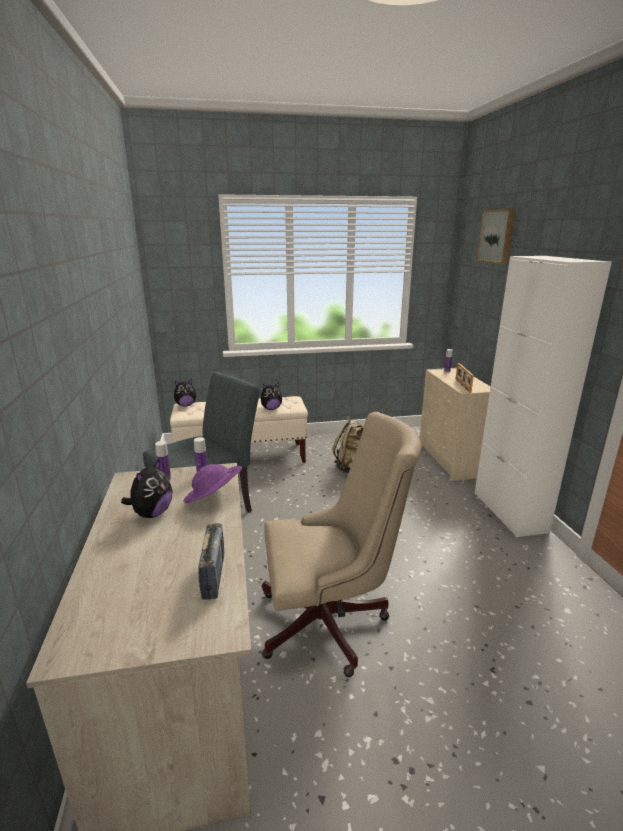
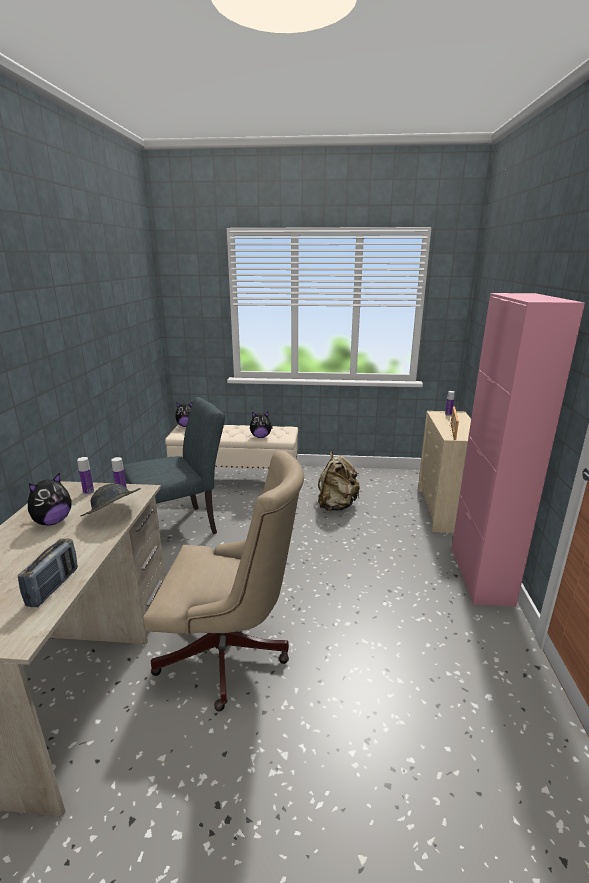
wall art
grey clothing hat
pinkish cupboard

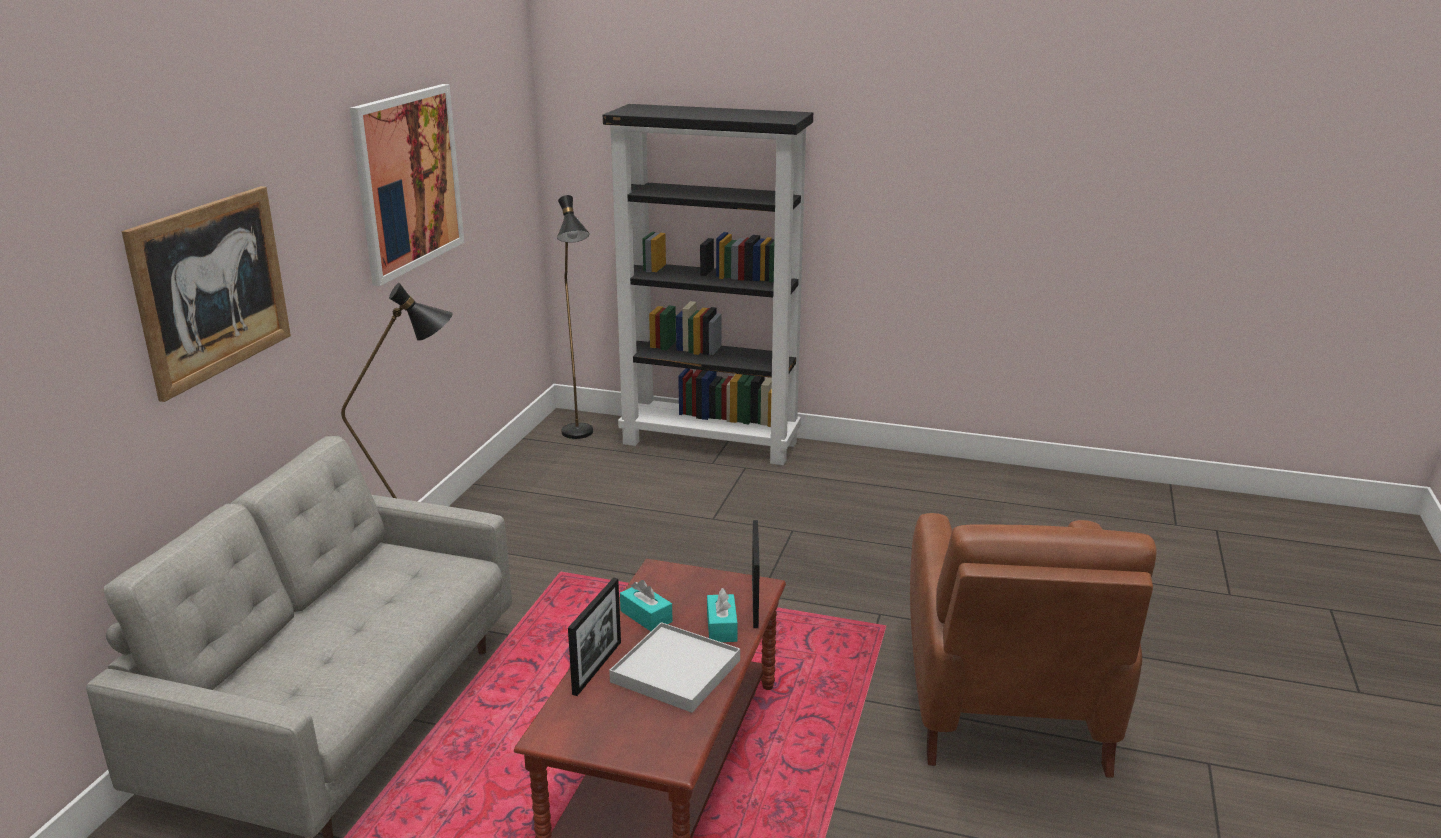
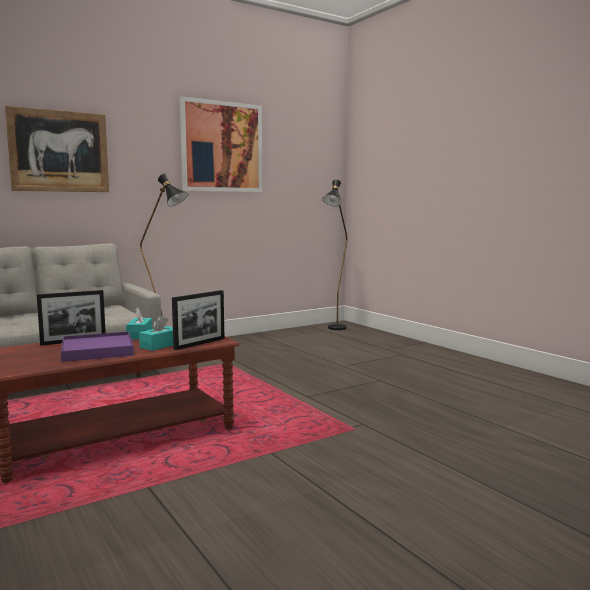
black-coloured bookshelf
brown lounge chair
purplish tray

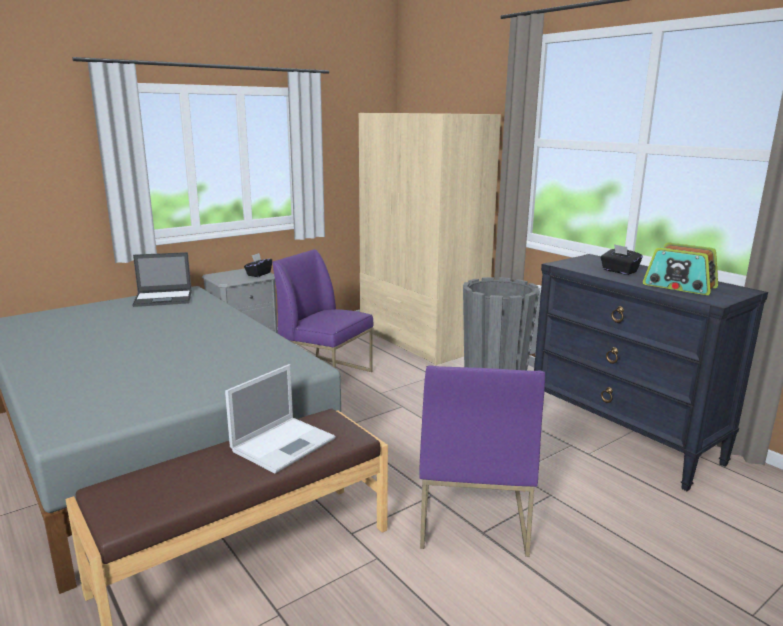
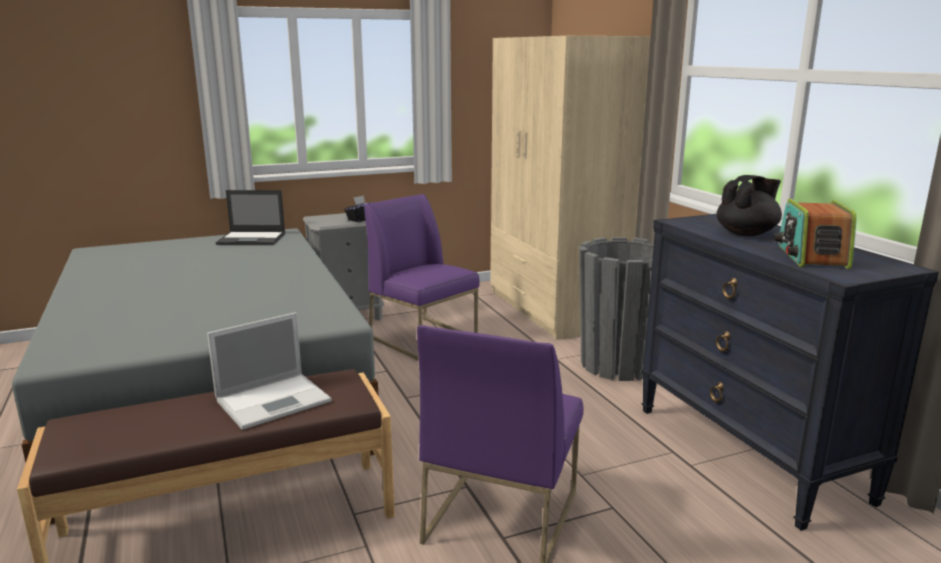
black-coloured pot for tea
radio

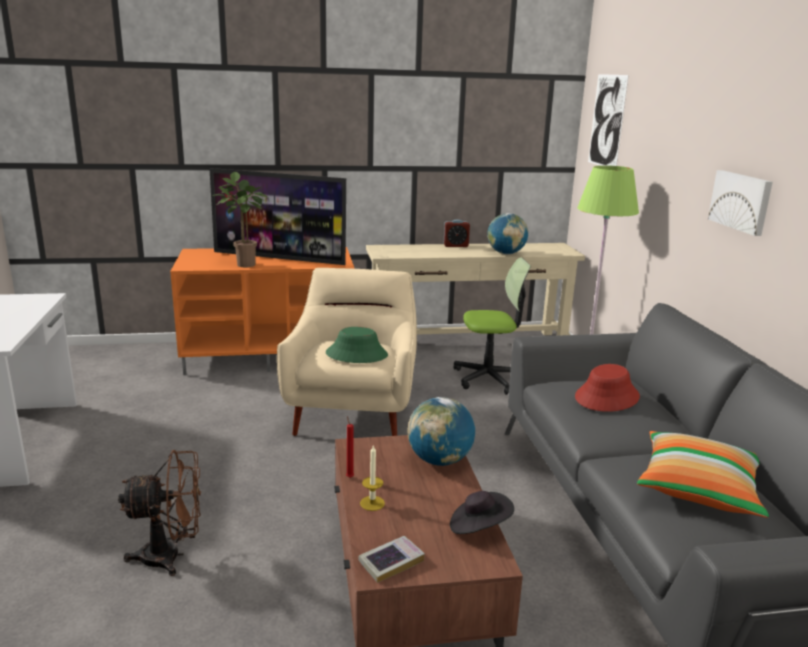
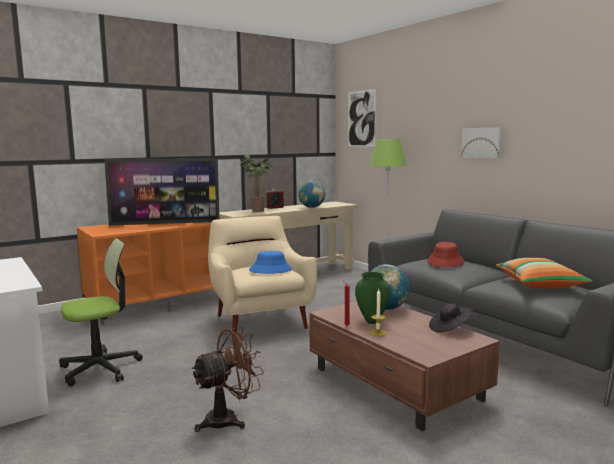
bound book
greenish flower vase
houseplant
computer chair
bluish clothing hat

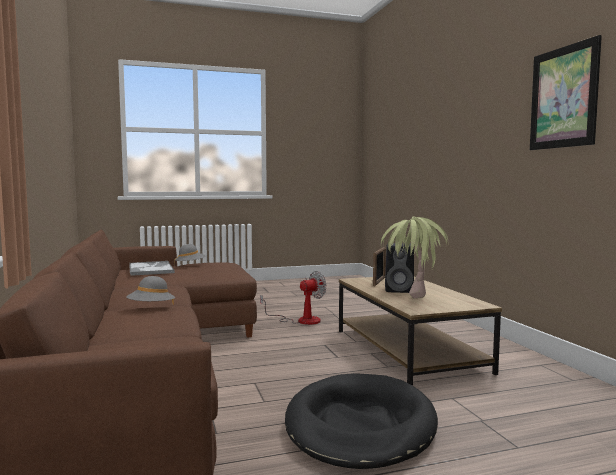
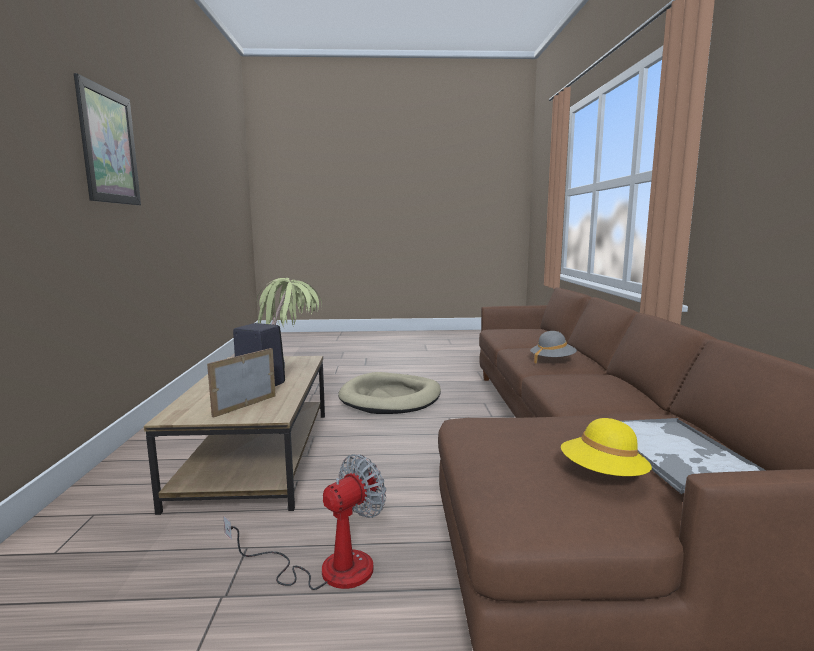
yellowish clothing hat
beige-coloured dog bed
cooling fan

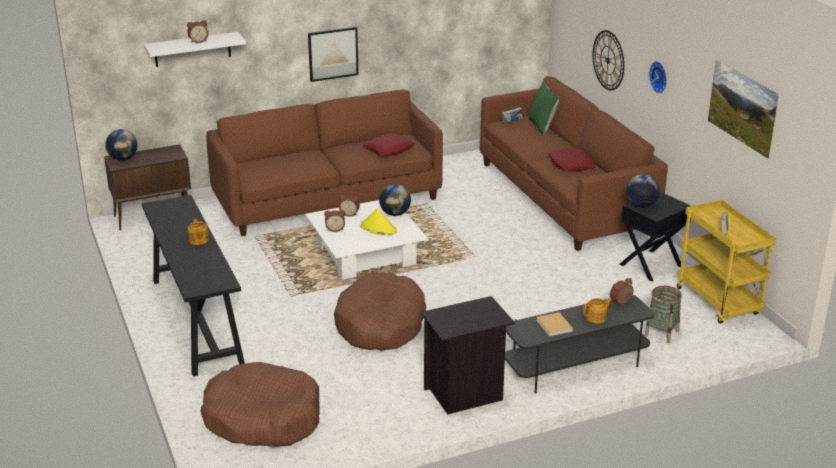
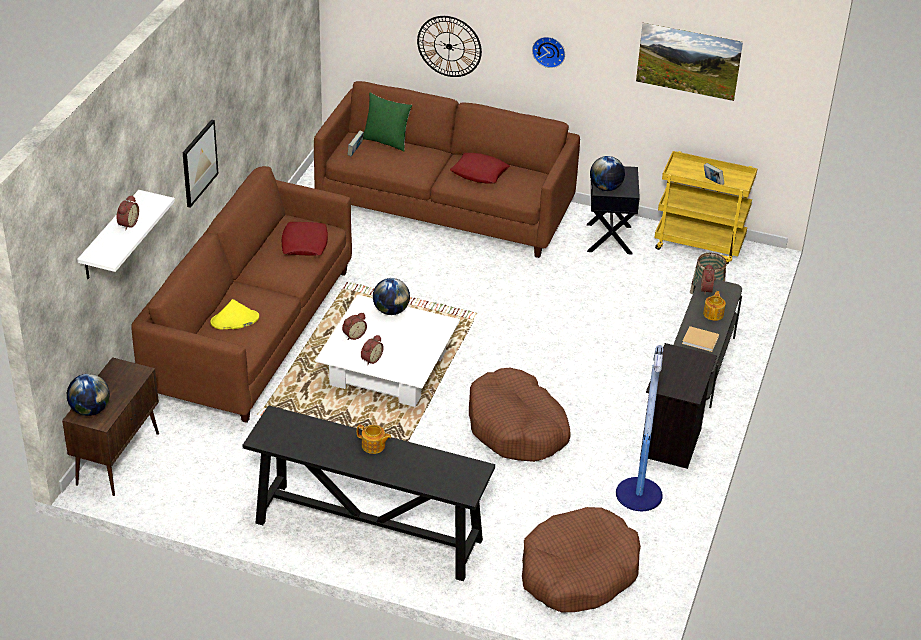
standing lamp
yellowish clothing hat

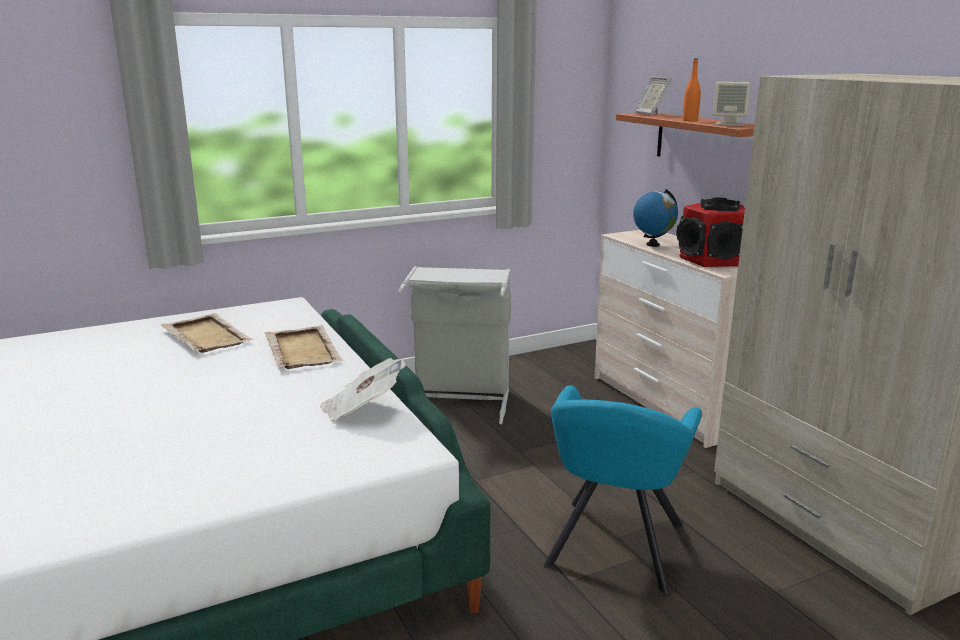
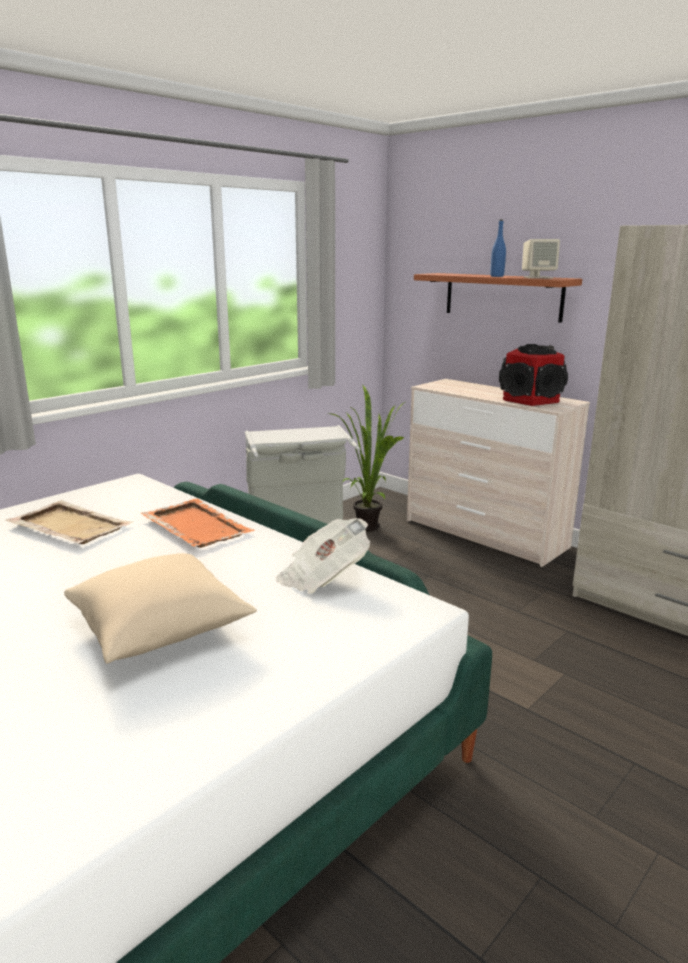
blue-green lounge chair
world globe
picture frame
beige-coloured cushion
houseplant
orangey tray
bluish bottle

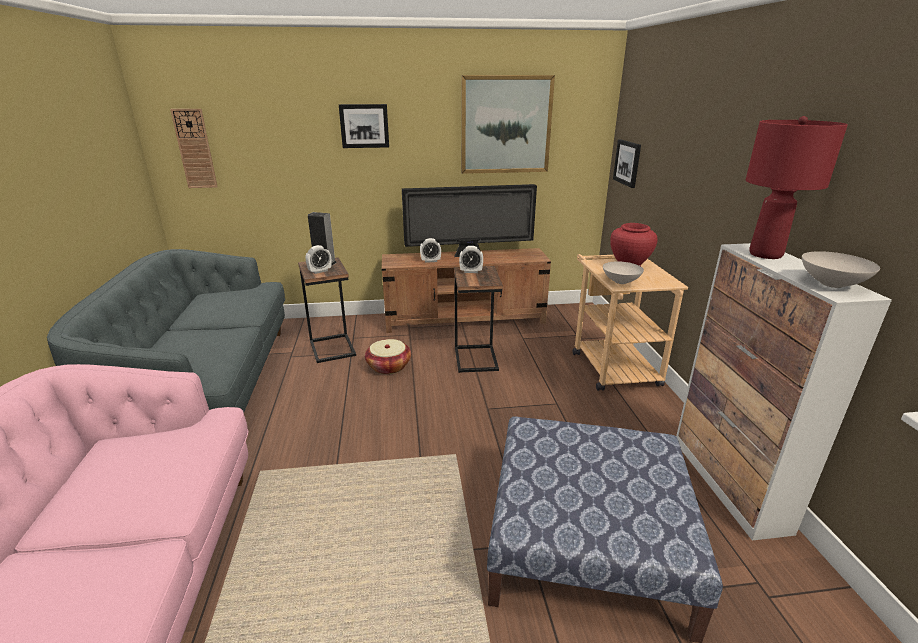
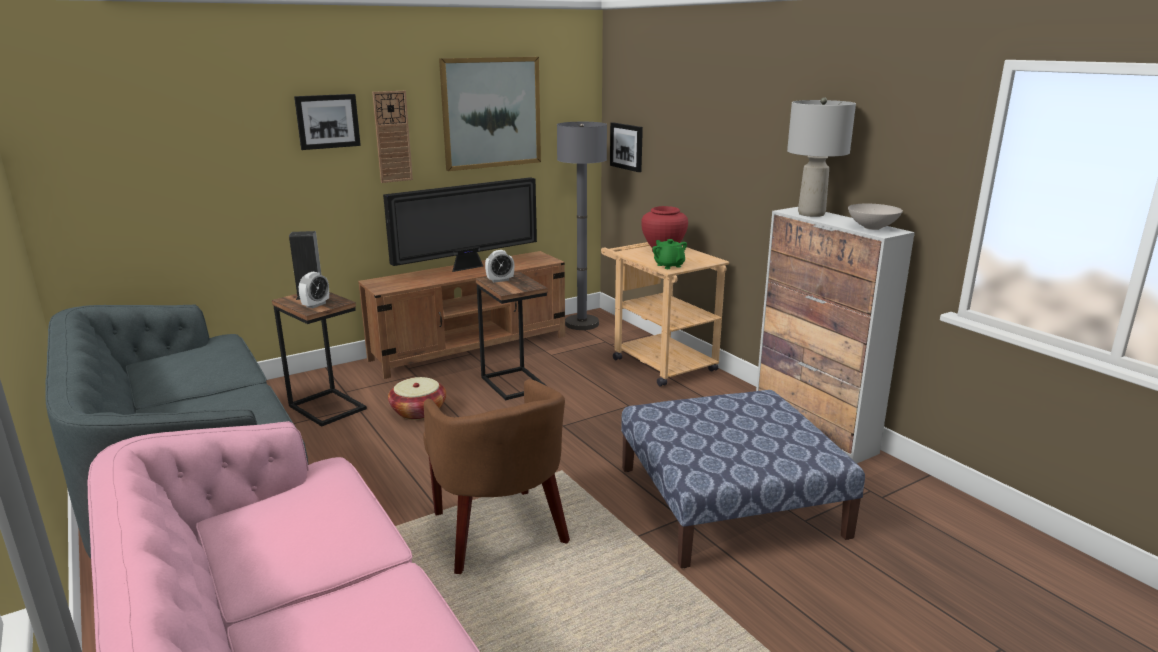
bedside clock (no. 2 from left in the first image)
brown lounge chair
grey standing lamp
clock on the wall
greenish pot for tea
grey lamp for a table

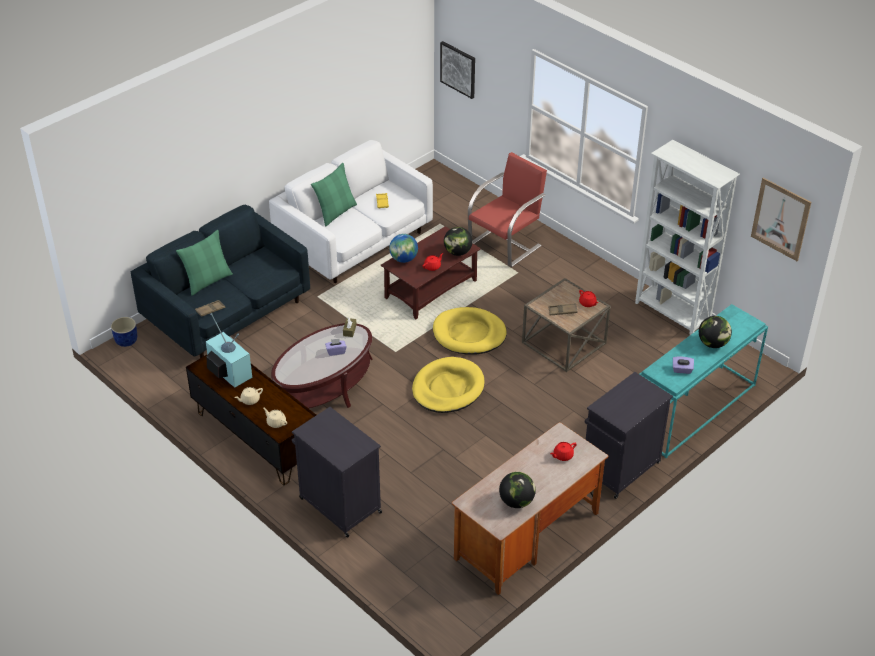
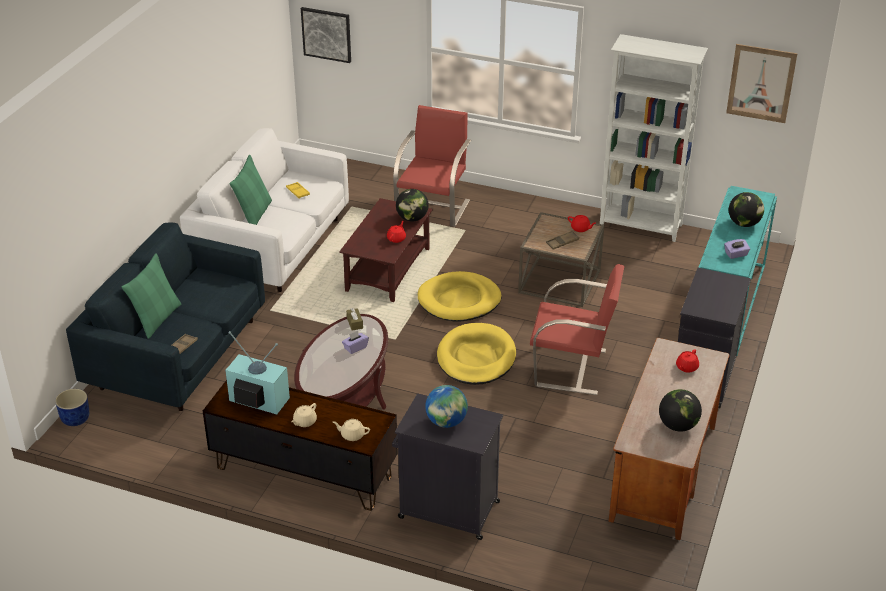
reddish lounge chair (no. 2 from left)
world globe (no. 2 from left)

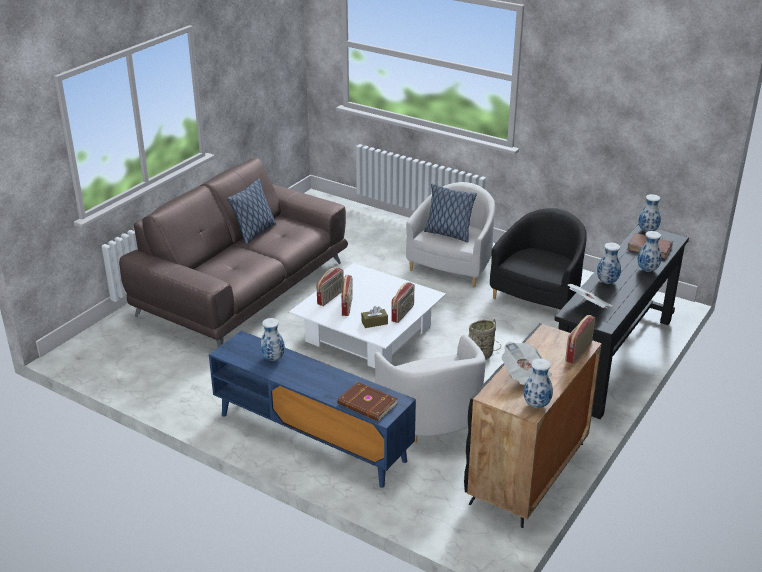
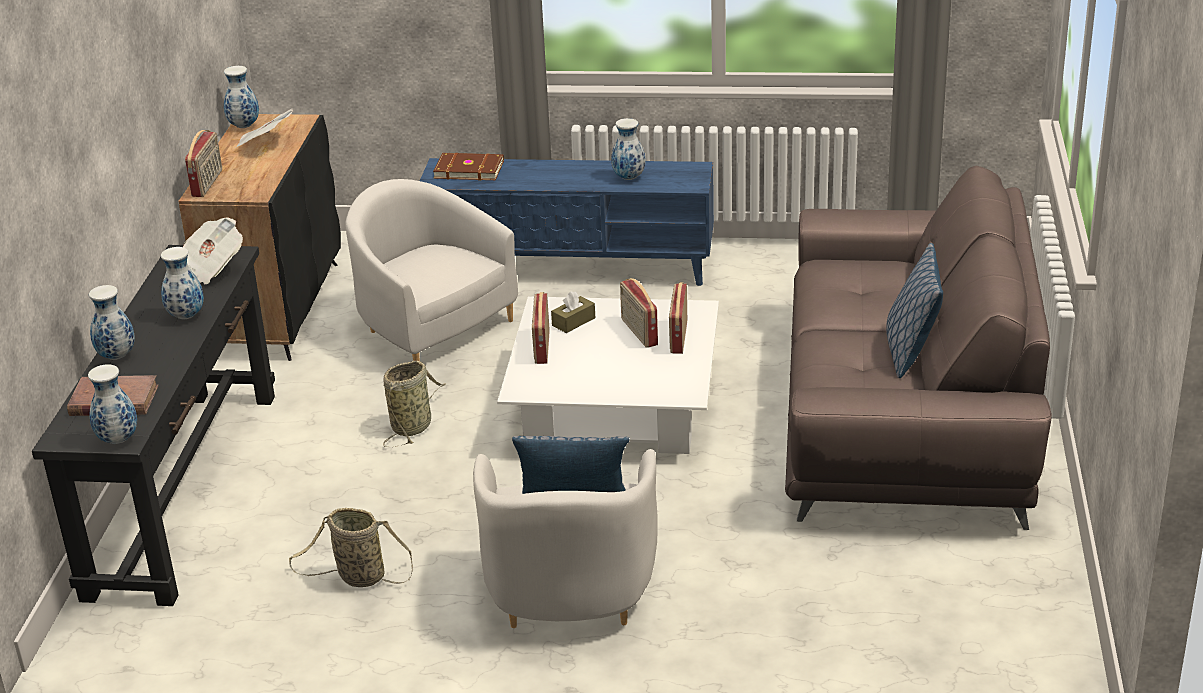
basket (no. 1 from left)

